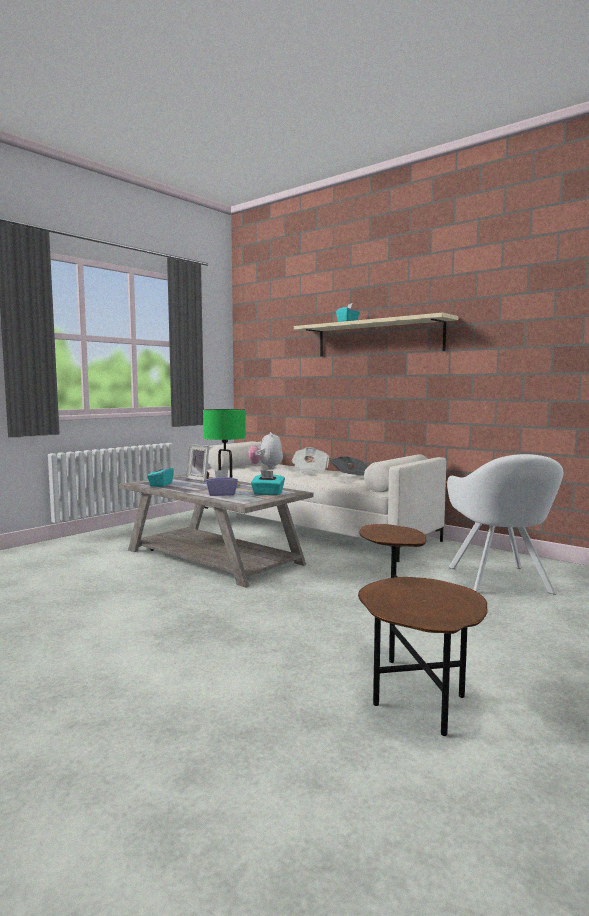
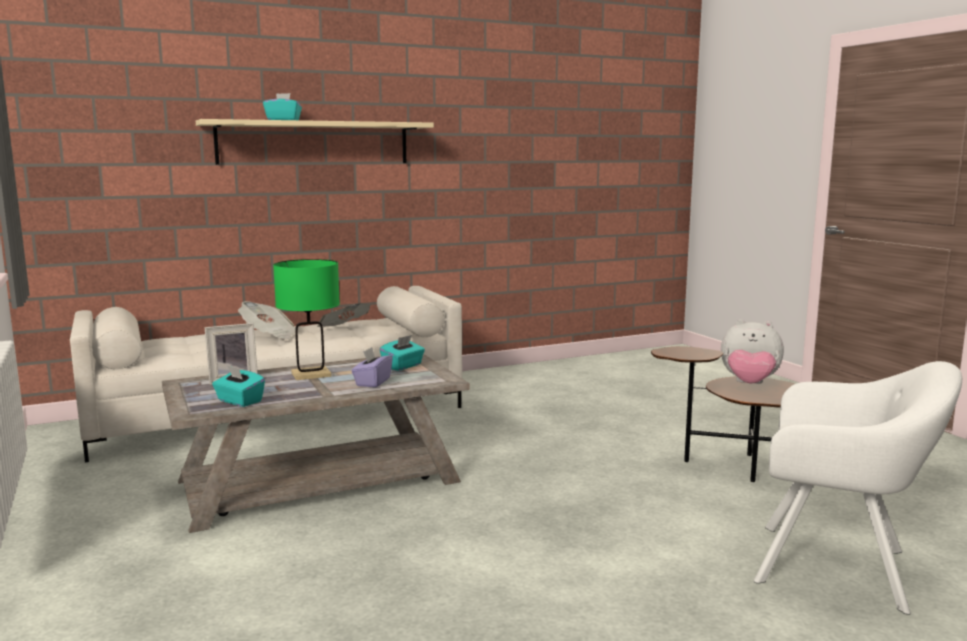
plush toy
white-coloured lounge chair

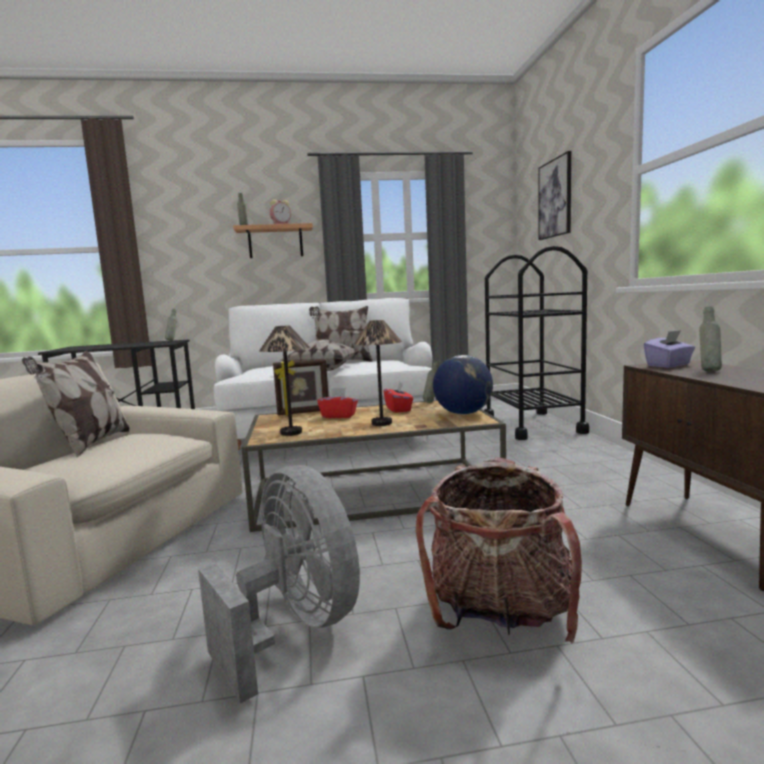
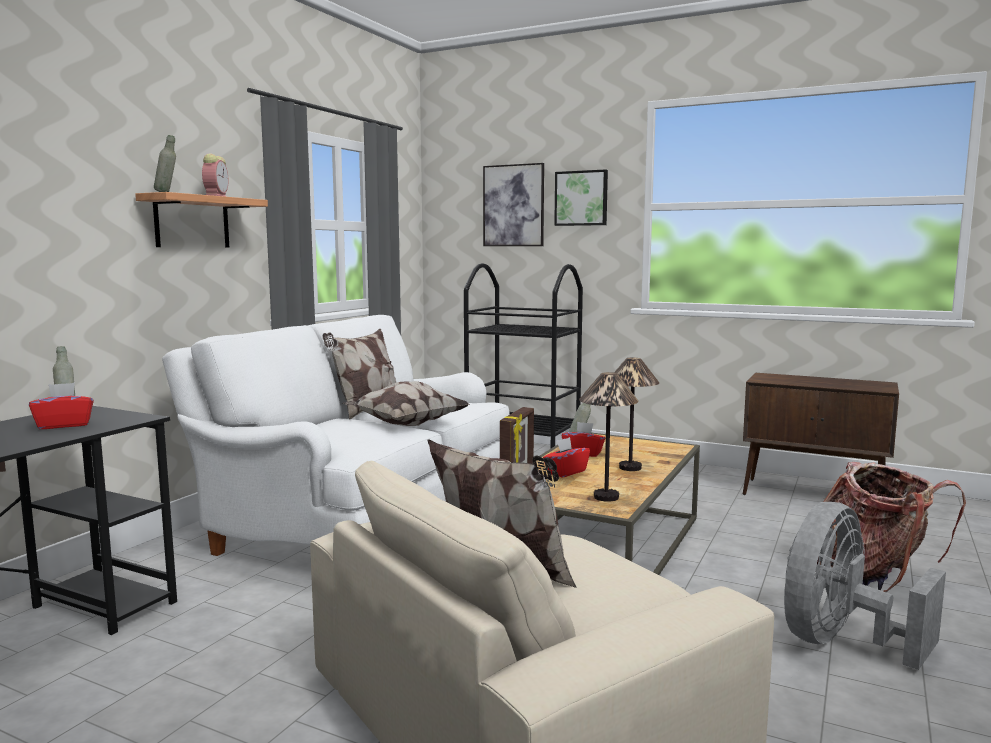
world globe
purplish box of tissues
grey bottle (no. 4 from left in the first image)
reddish box of tissues (no. 1 from left)
wall art (no. 2 from left)
grey cooling fan

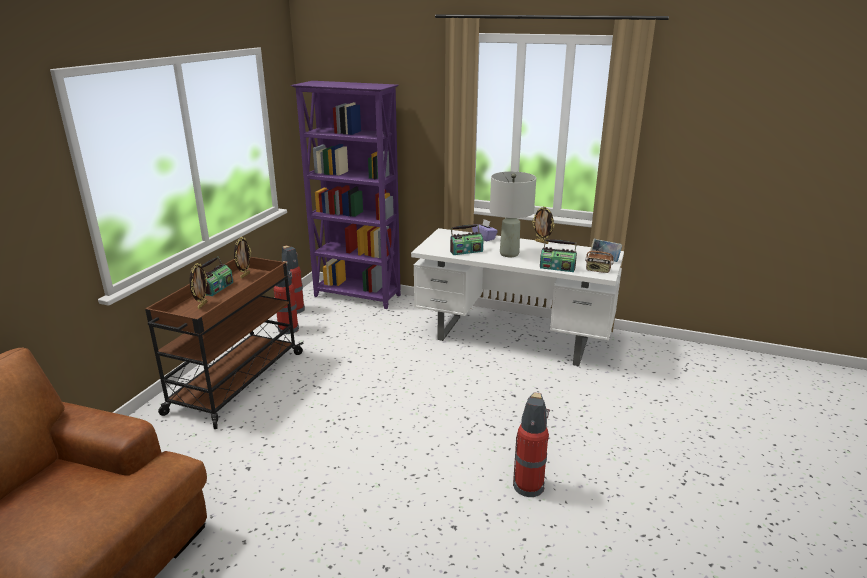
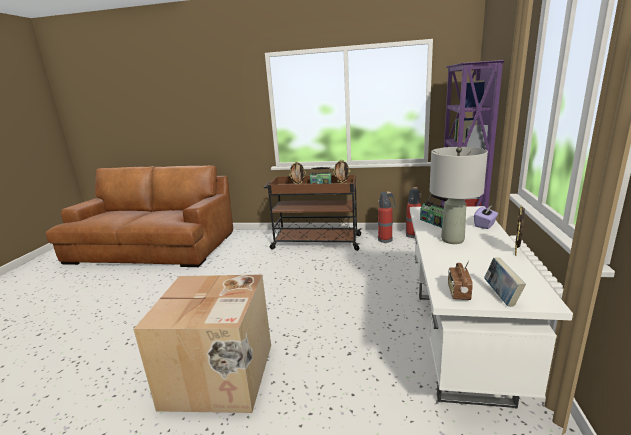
radio (no. 3 from left in the first image)
packing box

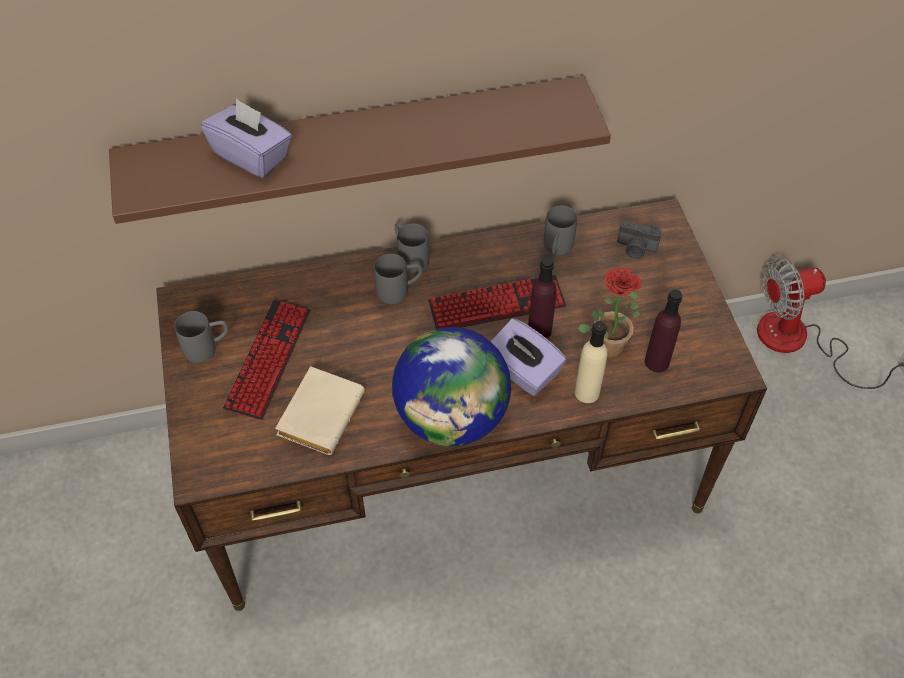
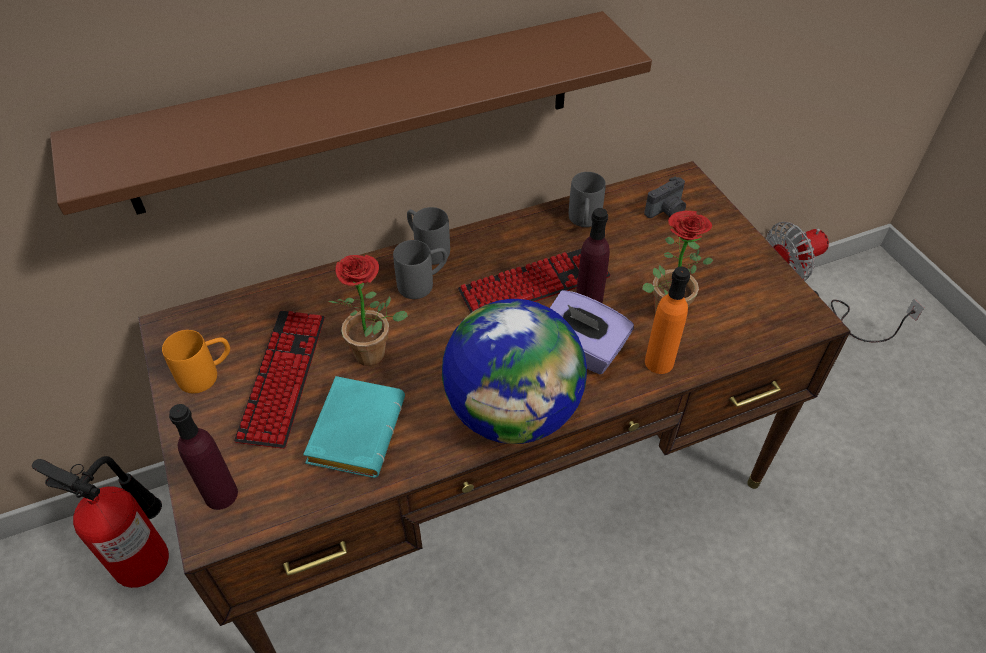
purplish box of tissues (no. 1 from left in the first image)
fire-fighting cylinder
houseplant (no. 1 from left)
purplish bottle (no. 1 from left)
orangey coffee mug
blue-green bound book
orangey bottle
still camera

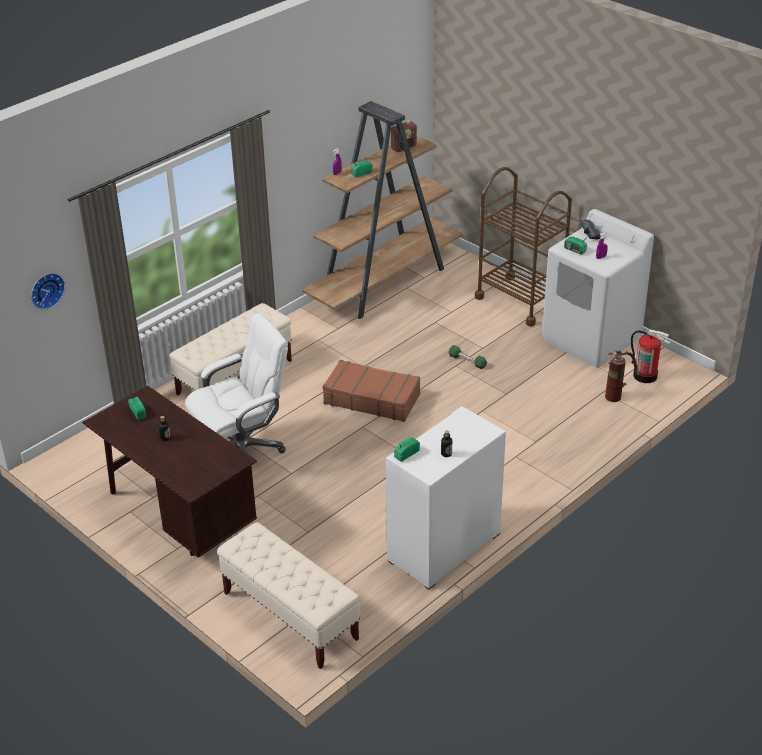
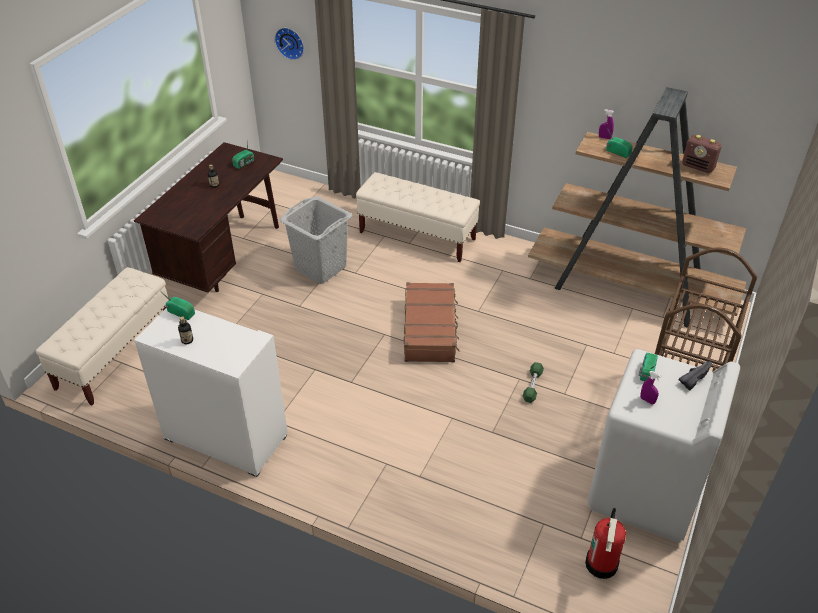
fire-fighting cylinder (no. 1 from left in the first image)
grey hamper

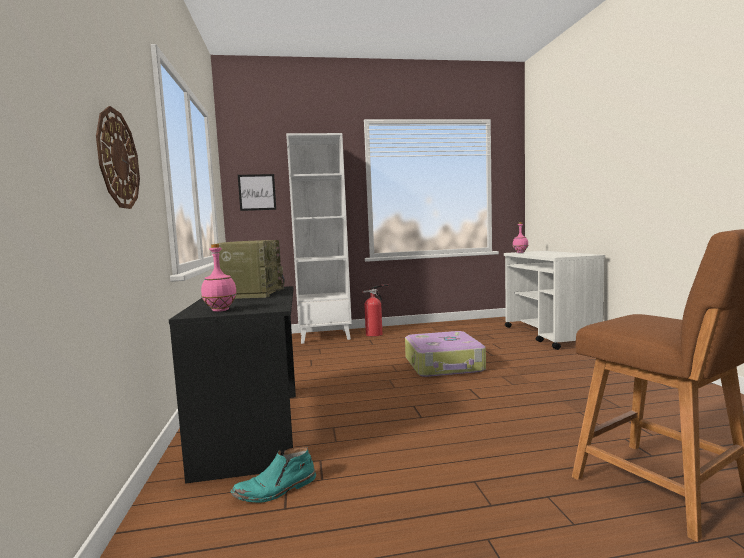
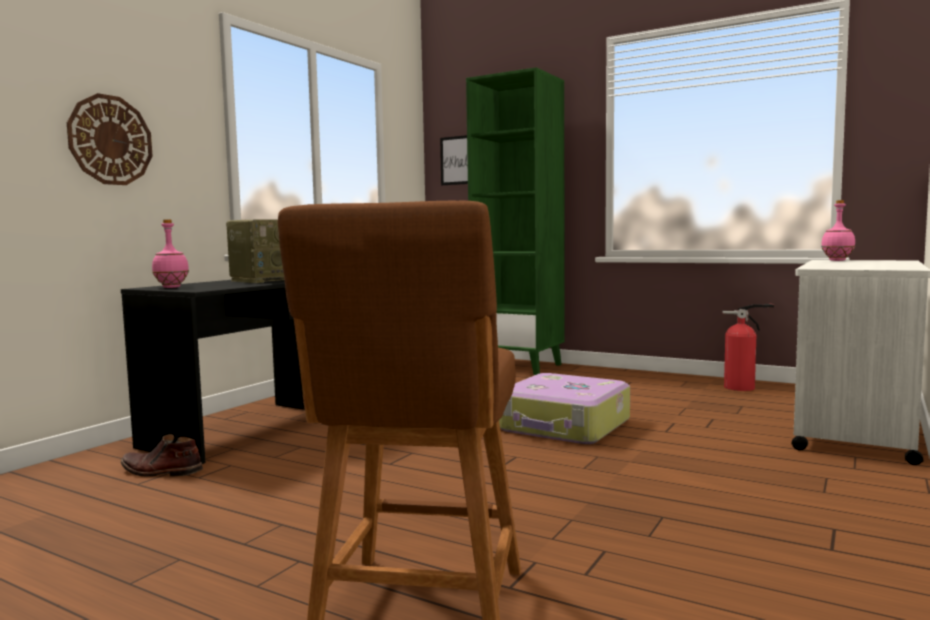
fire-fighting cylinder
brown high-top boot
greenish bookshelf

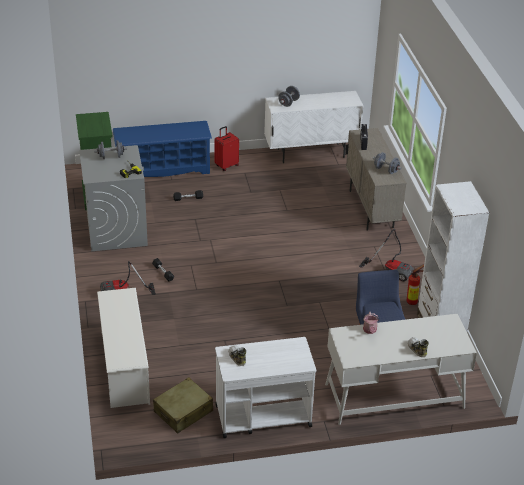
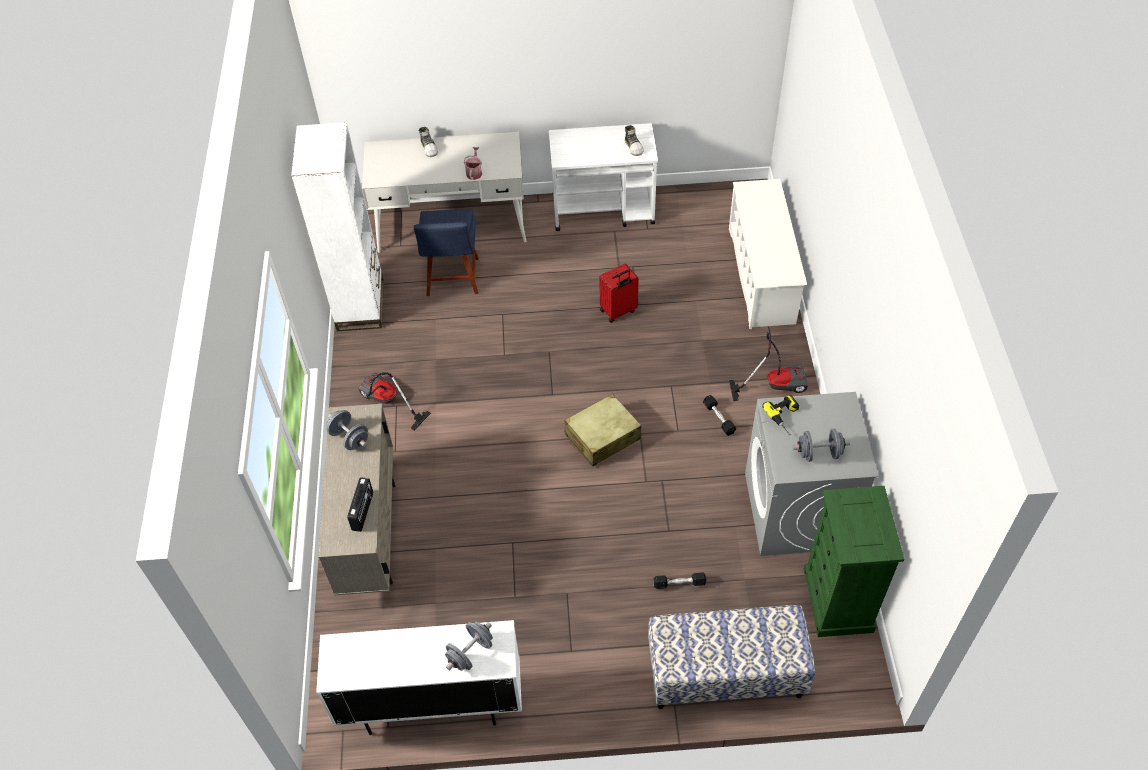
fire-fighting cylinder
beige-coloured piece of luggage
reddish piece of luggage
long seat

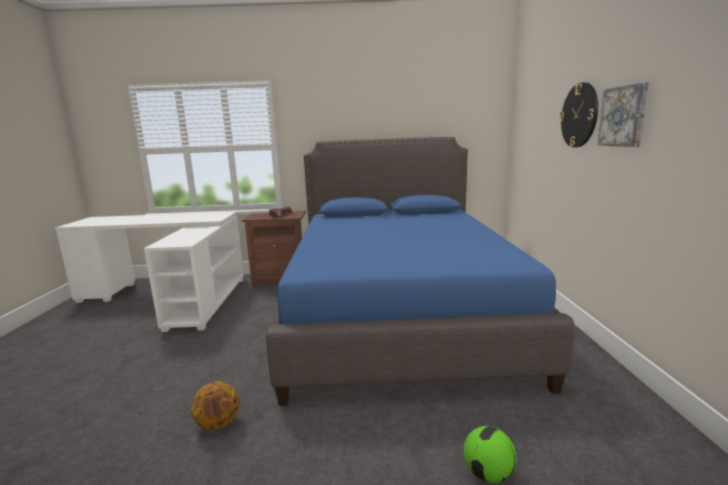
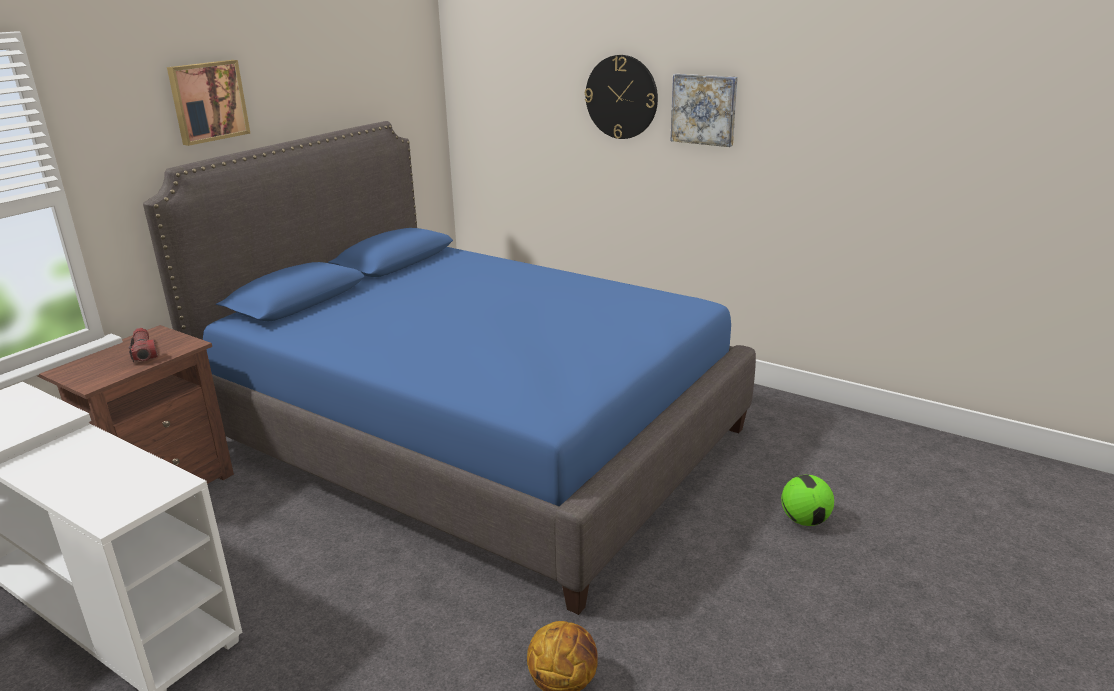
wall art (no. 1 from left)

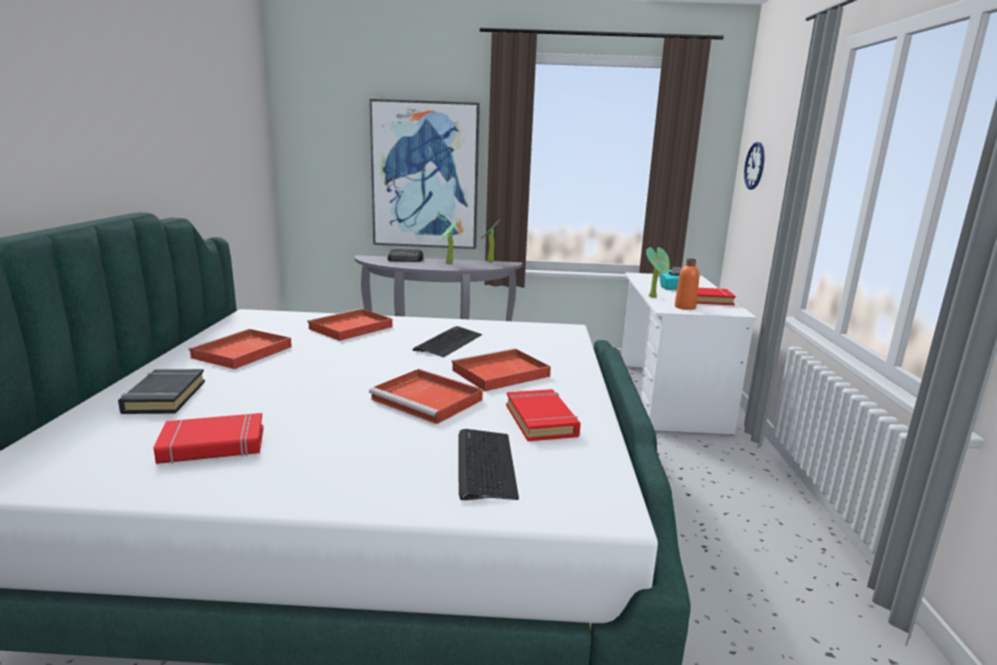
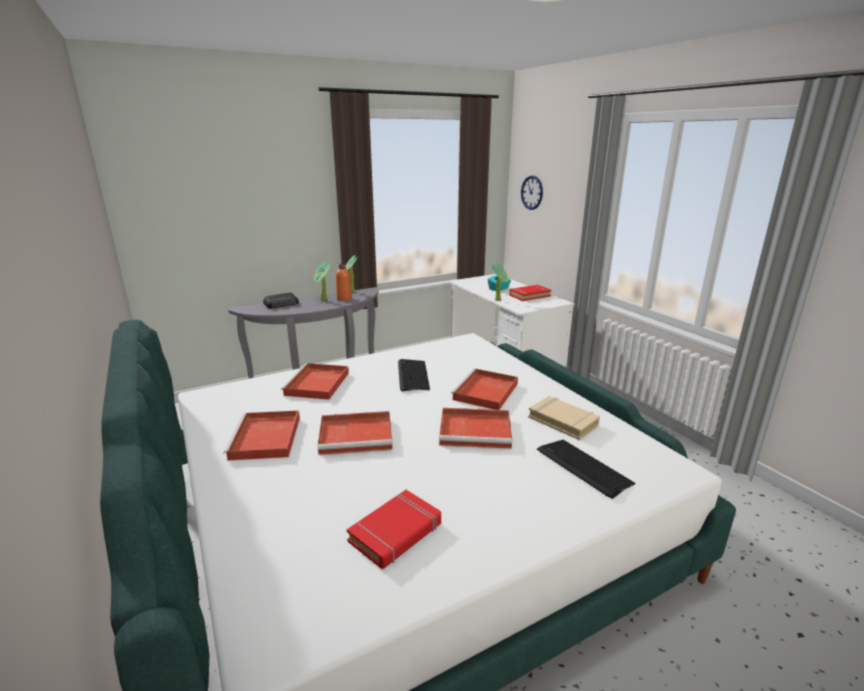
black-coloured bound book
wall art
reddish tray (no. 3 from left)
orangey bottle
beige-coloured bound book

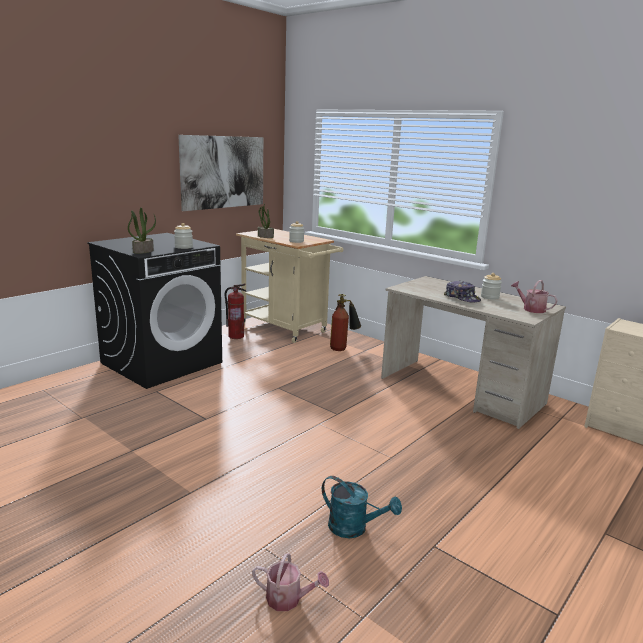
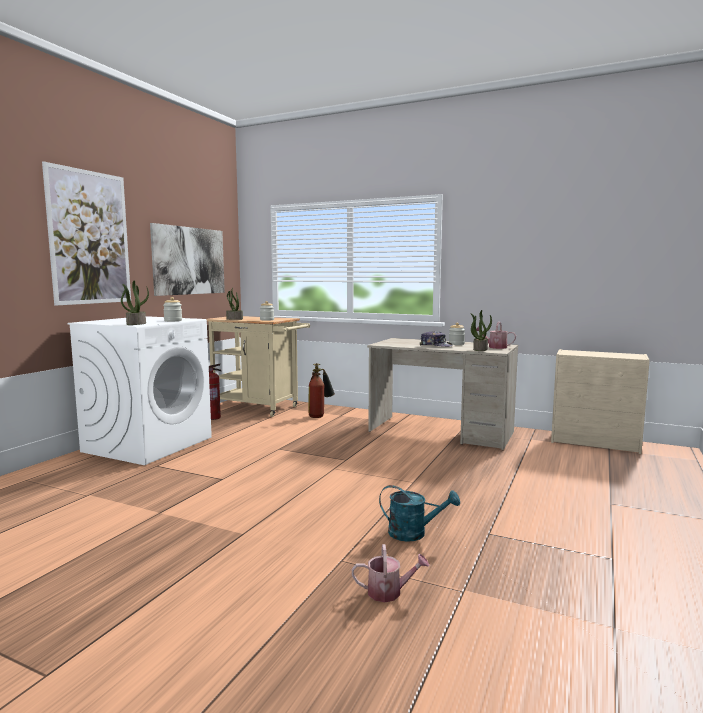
wall art (no. 1 from left)
houseplant (no. 3 from left)
white-coloured laundry machine

